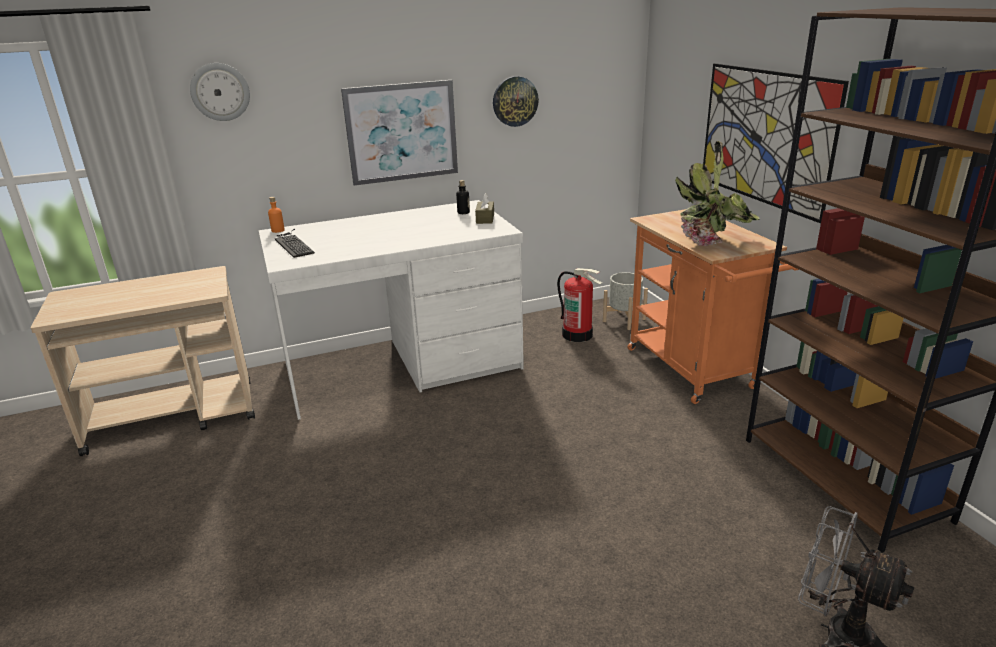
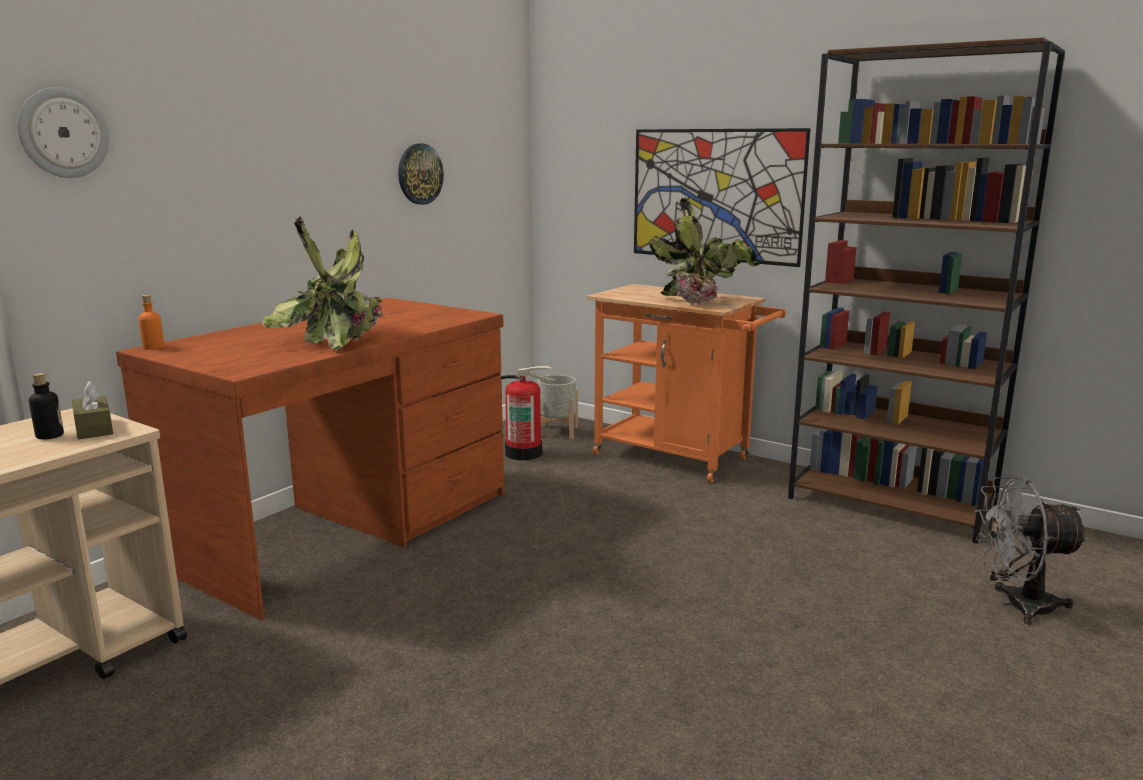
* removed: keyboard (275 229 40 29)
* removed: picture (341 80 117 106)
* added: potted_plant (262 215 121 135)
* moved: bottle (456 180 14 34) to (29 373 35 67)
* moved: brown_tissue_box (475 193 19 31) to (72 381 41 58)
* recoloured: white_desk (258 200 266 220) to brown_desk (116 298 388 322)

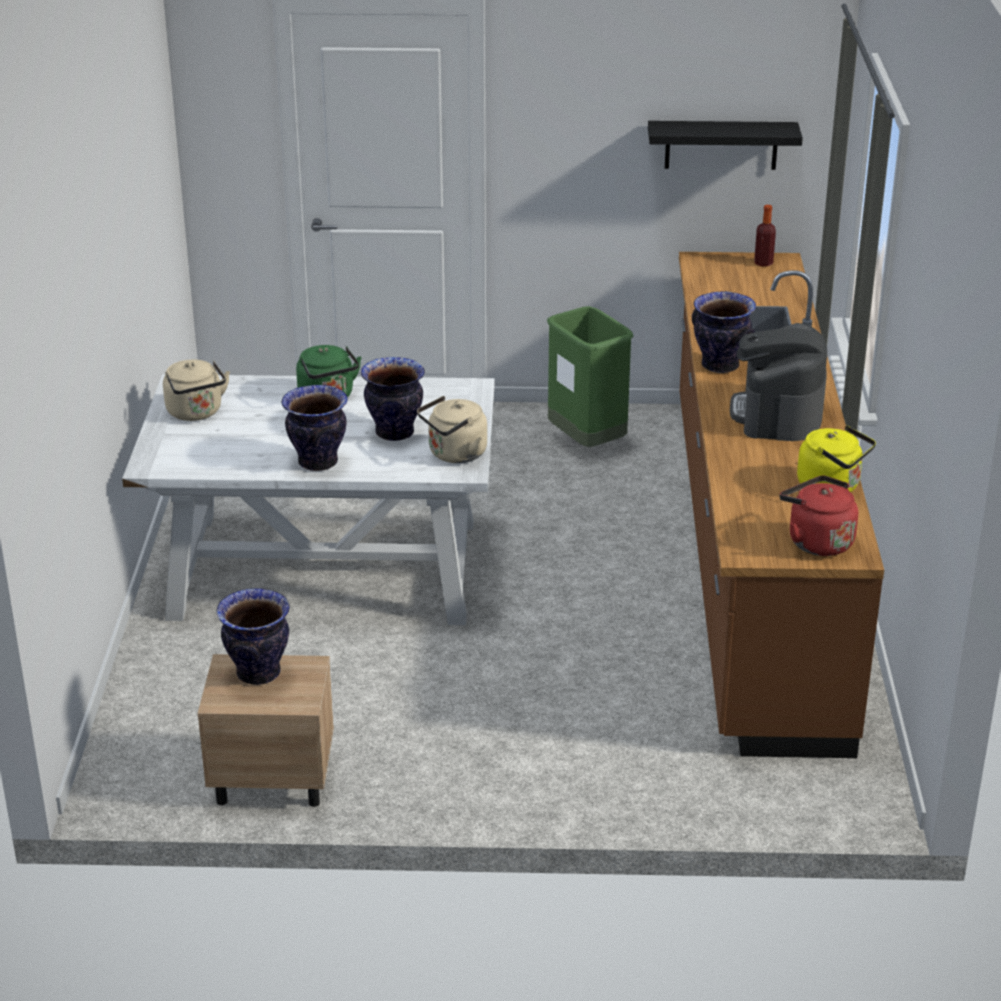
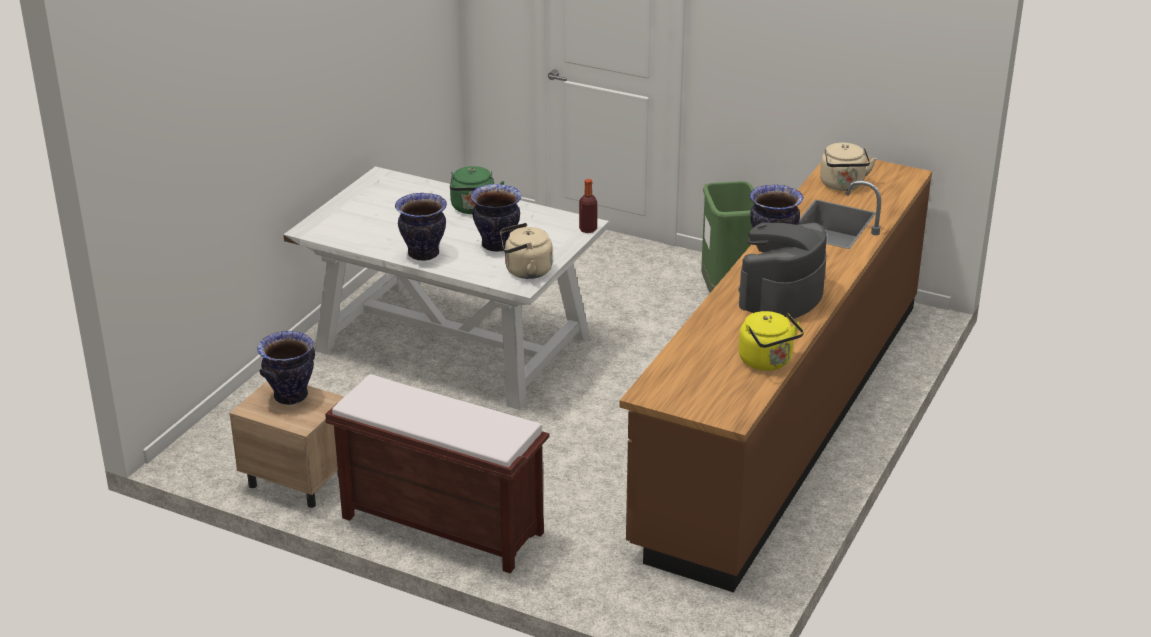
* removed: black_shelf (648 121 155 49)
* removed: red_kettle (780 476 78 80)
* added: brown_bench (325 374 224 199)
* moved: beige_kettle (163 360 67 61) to (820 143 56 48)
* moved: bottle (754 205 22 62) to (579 179 18 54)

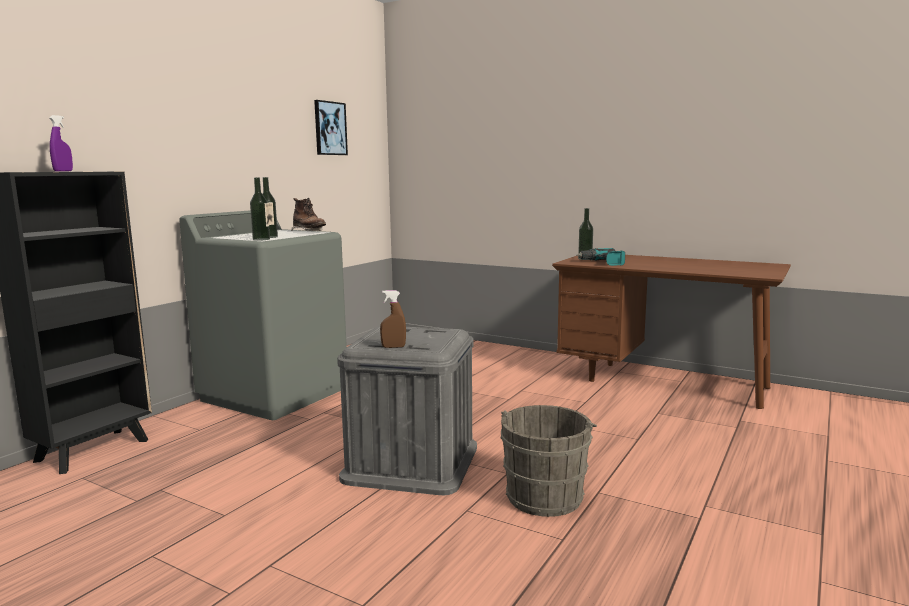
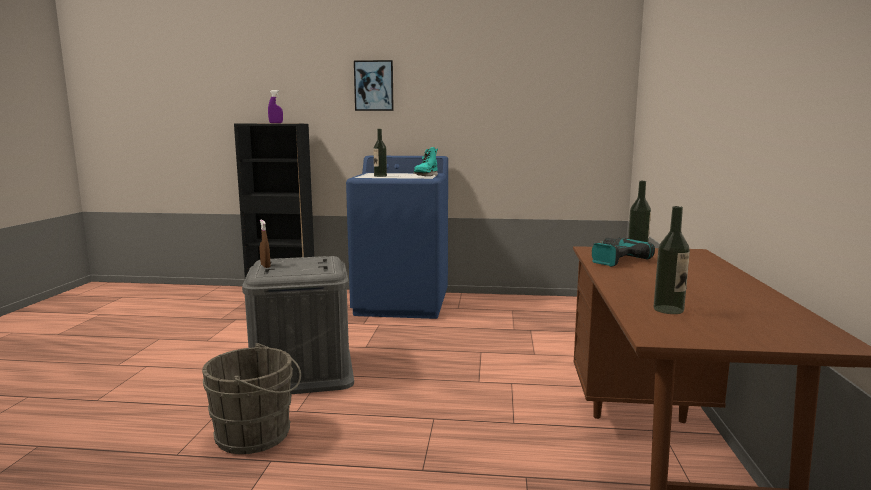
* moved: bottle (250 177 20 64) to (653 206 37 108)
* moved: picture (314 100 34 55) to (354 60 40 51)
* recoloured: grey_washing_machine (179 210 168 210) to blue_washing_machine (346 156 102 163)
* recoloured: brown_boot (292 198 34 33) to turquoise_boot (413 147 25 29)

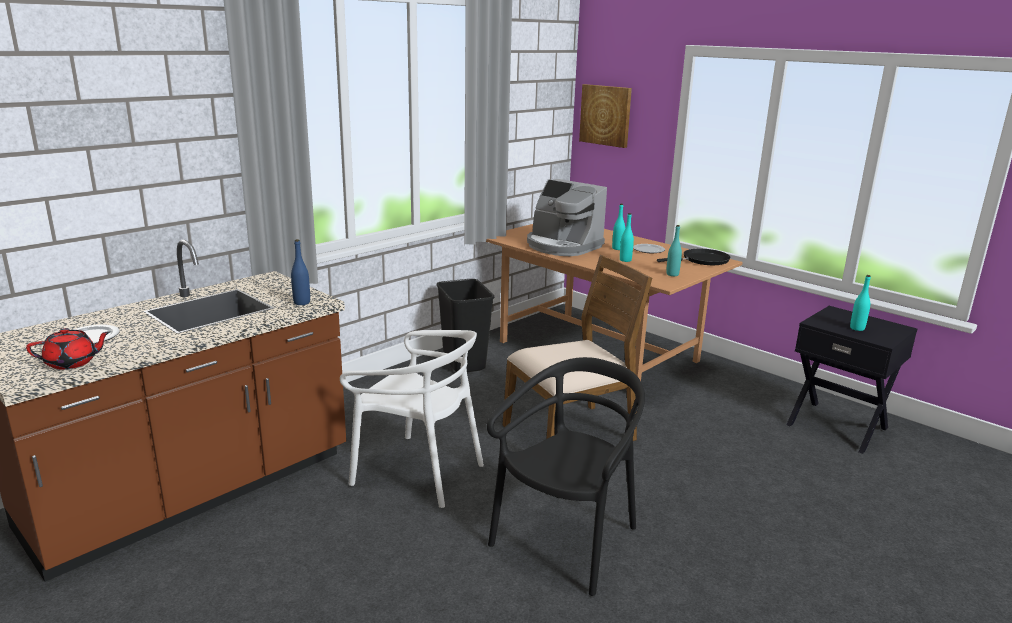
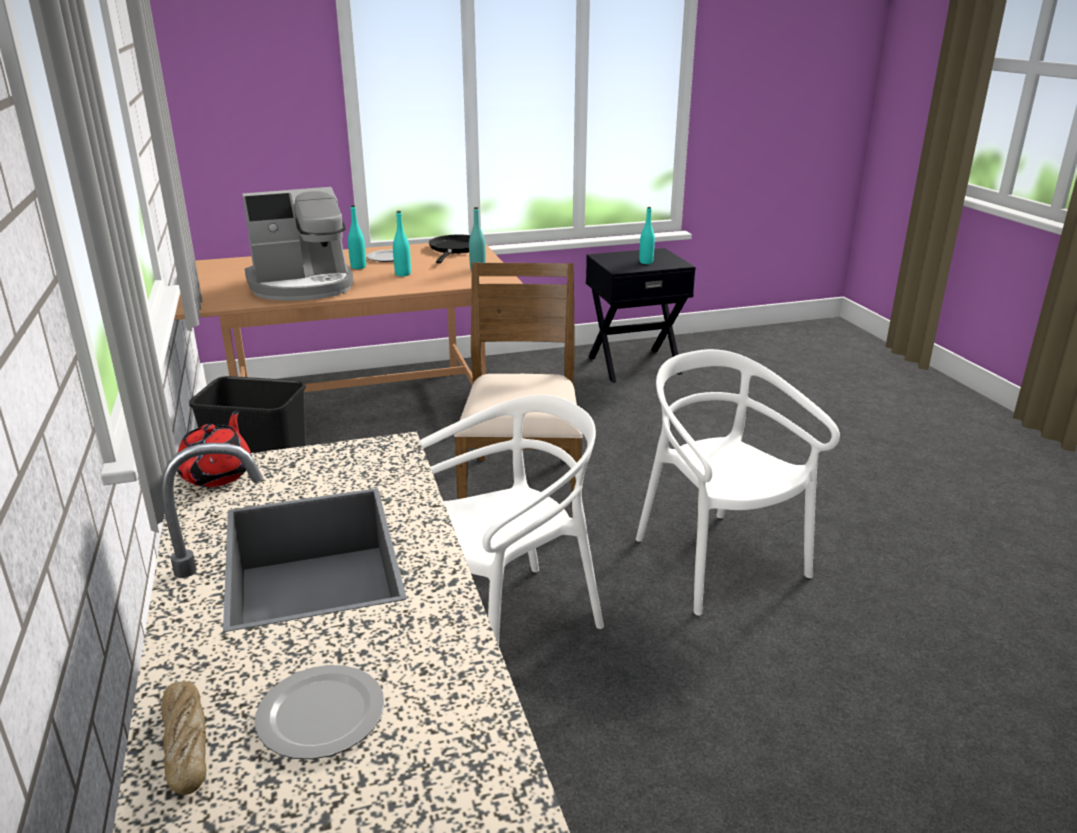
* removed: blue_bottle (291 239 19 66)
* removed: picture (579 84 53 64)
* added: bread (161 681 45 114)
* moved: red_teapot (26 328 85 42) to (177 410 75 77)
* recoloured: black_chair (487 357 158 239) to white_chair (636 349 204 267)

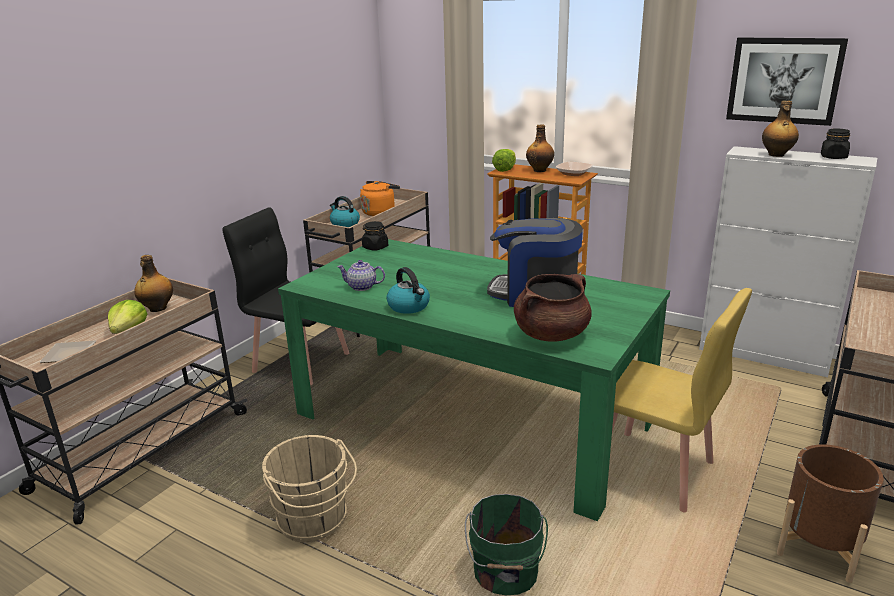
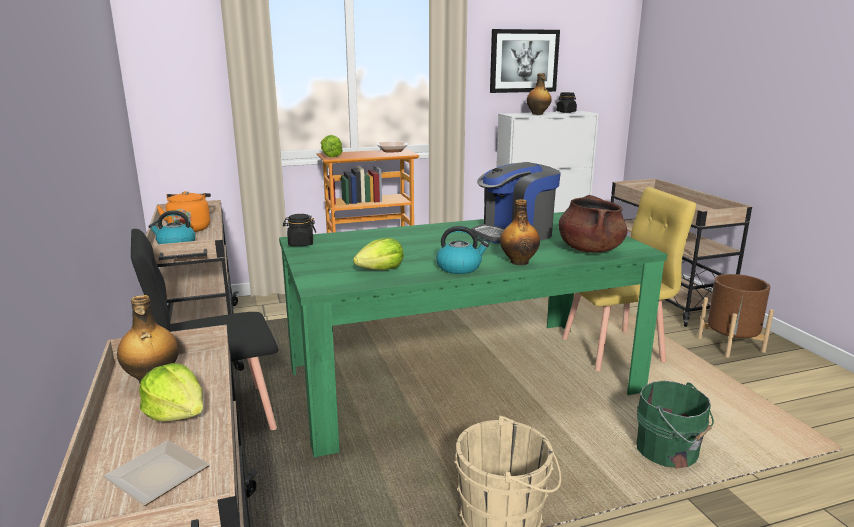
* moved: bottle (526 124 28 48) to (500 199 40 66)
* replaced: teapot (337 260 48 31) to lettuce (353 238 51 32)

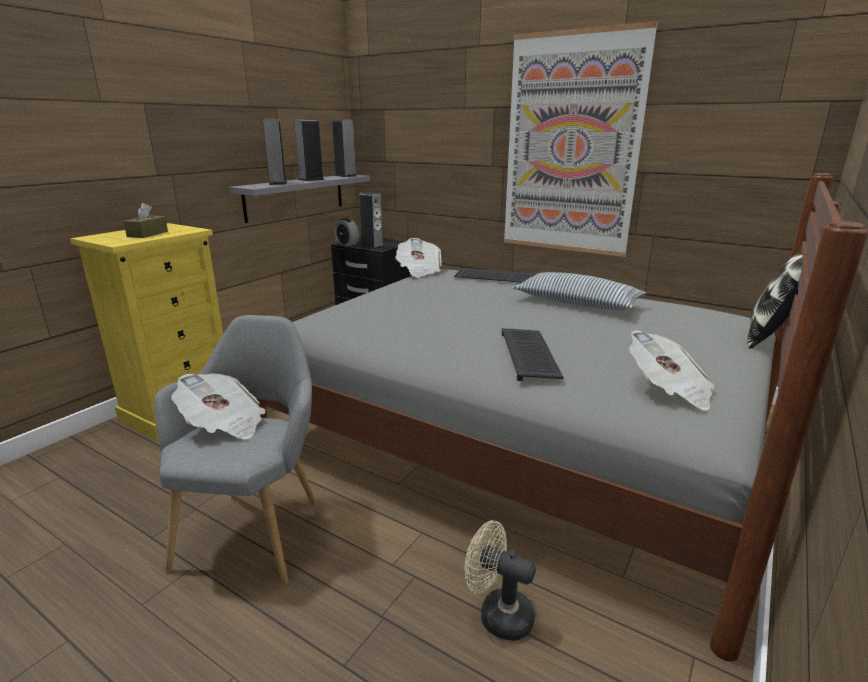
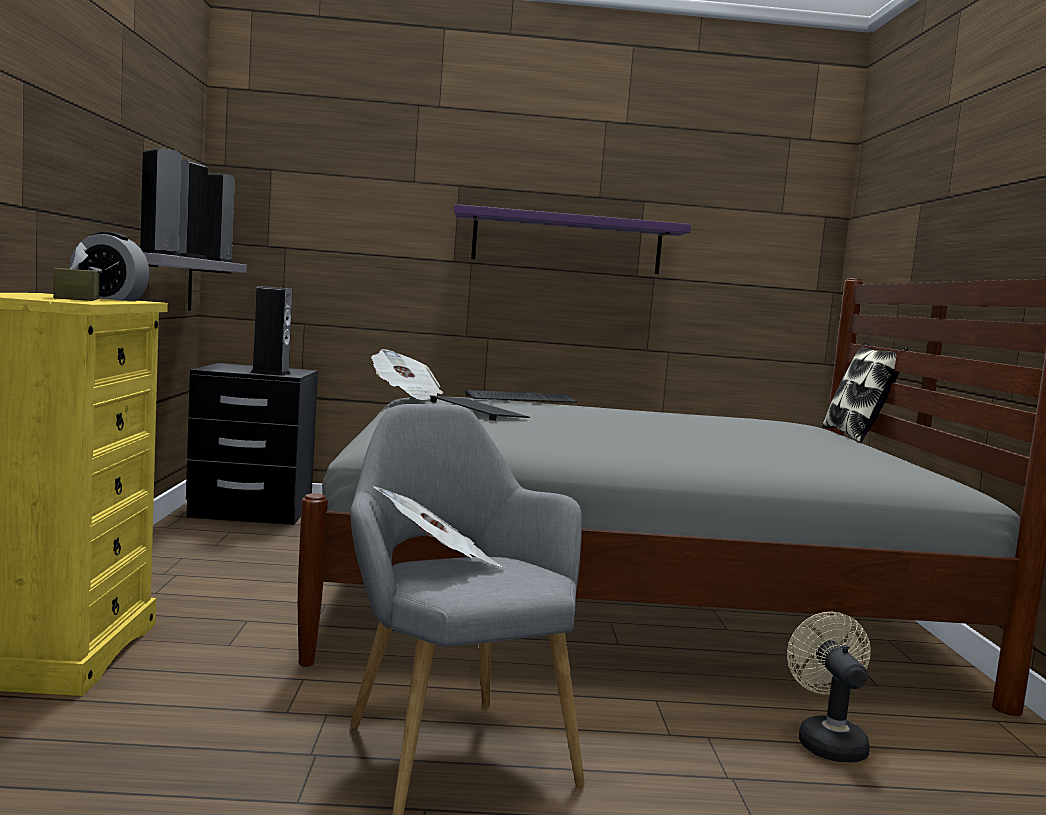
* removed: pillow (513 272 134 38)
* removed: newspaper (629 330 85 81)
* moved: alarm_clock (334 218 25 28) to (69 232 80 69)
* moved: keyboard (502 328 62 53) to (430 395 100 26)
* replaced: picture (504 21 154 236) to purple_shelf (454 204 237 70)
* turned: beige_fan (465 520 71 121) = (787 612 84 150) 90 degrees clockwise

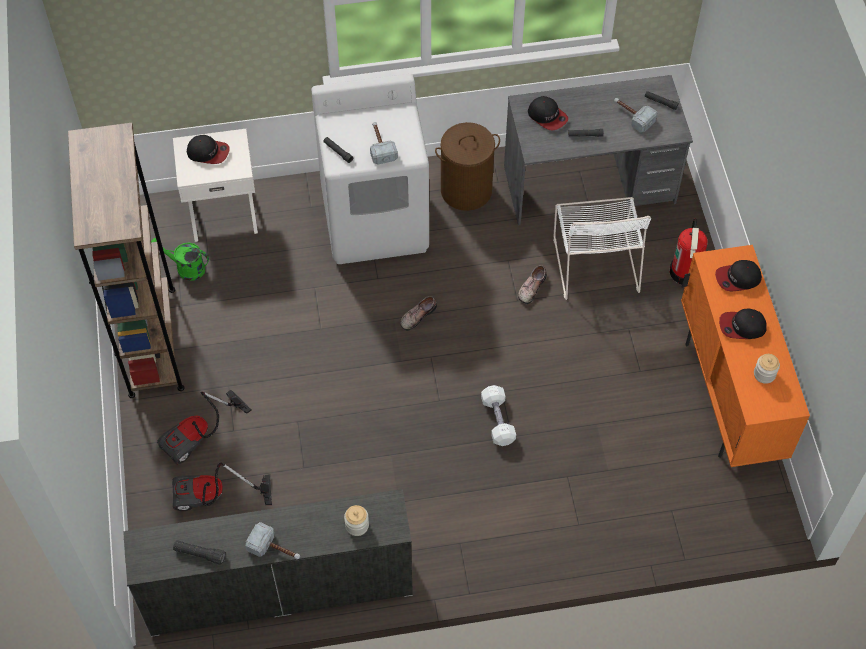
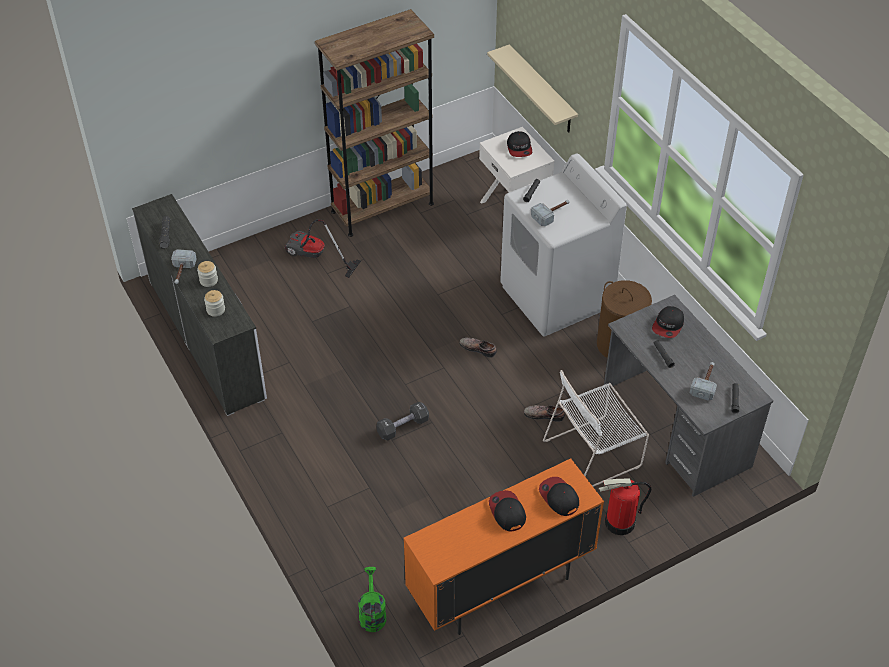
* removed: vacuum_cleaner (172 463 100 48)
* added: beige_shelf (487 44 91 88)
* moved: green_watering_can (151 238 58 43) to (358 567 28 65)
* moved: jar (754 354 26 30) to (197 261 21 26)
* recoloured: white_dumbbell (481 385 35 61) to black_dumbbell (376 402 53 38)

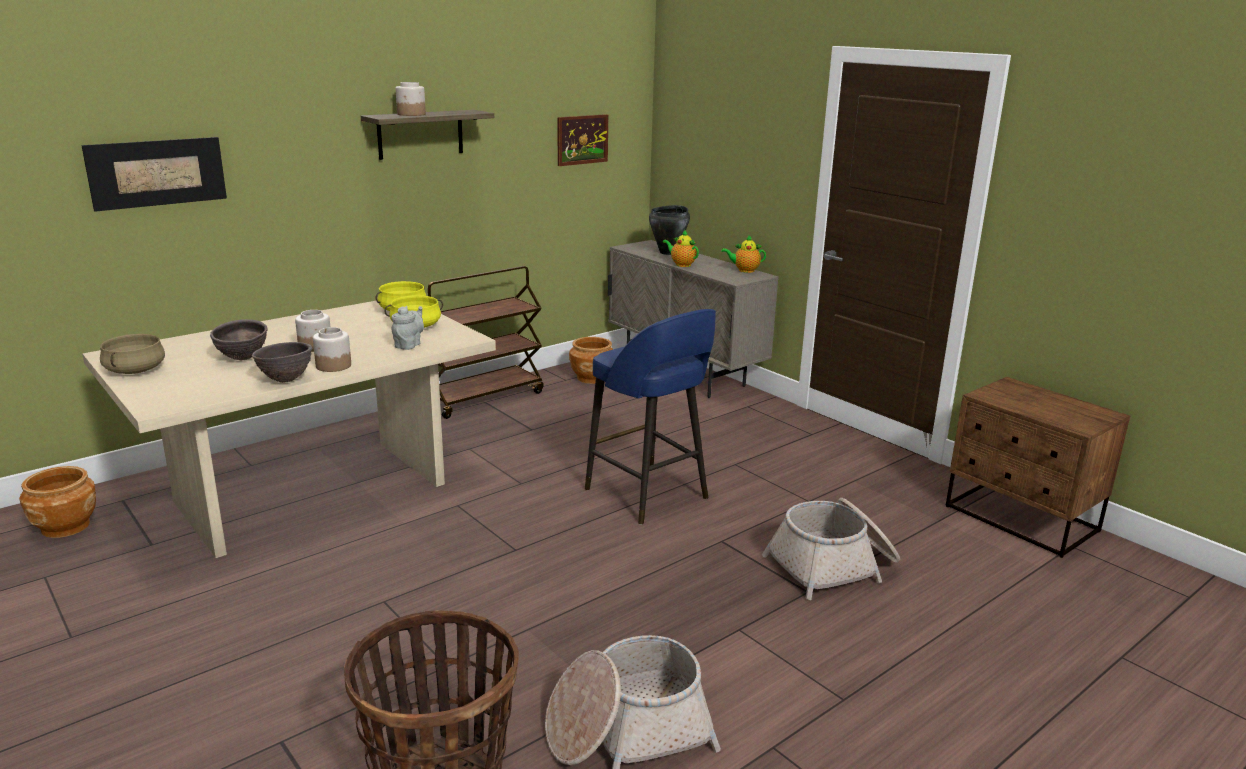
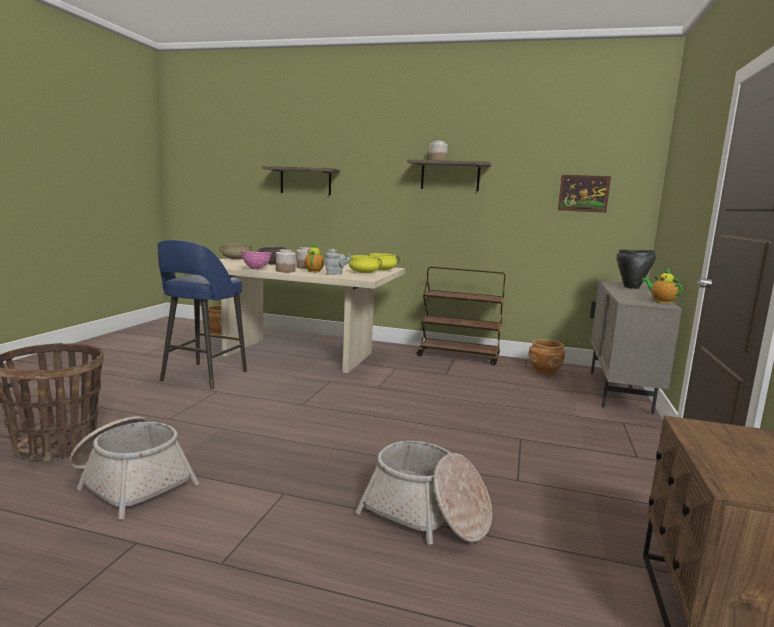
* moved: blue_stool (585 309 131 216) to (158 240 89 150)
* moved: teapot (662 230 37 37) to (304 243 20 29)
* replaced: picture (81 137 146 75) to shelf (262 166 78 29)
* recoloured: brown_bowl (251 342 61 41) to pink_bowl (240 251 32 19)

